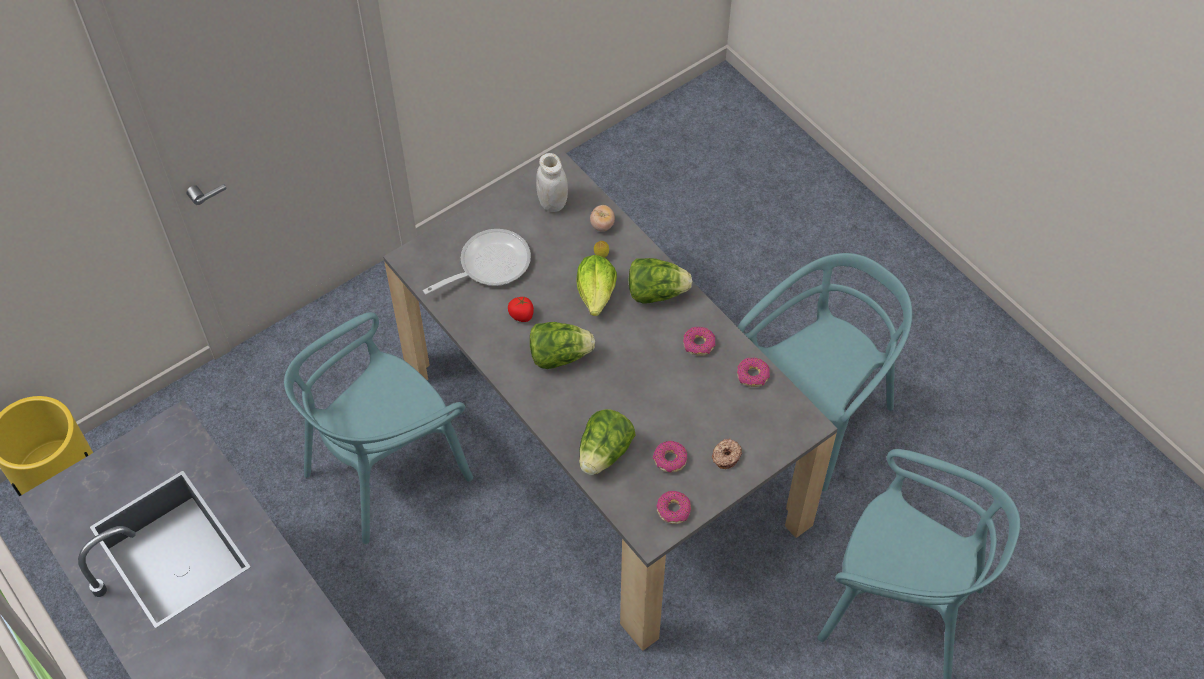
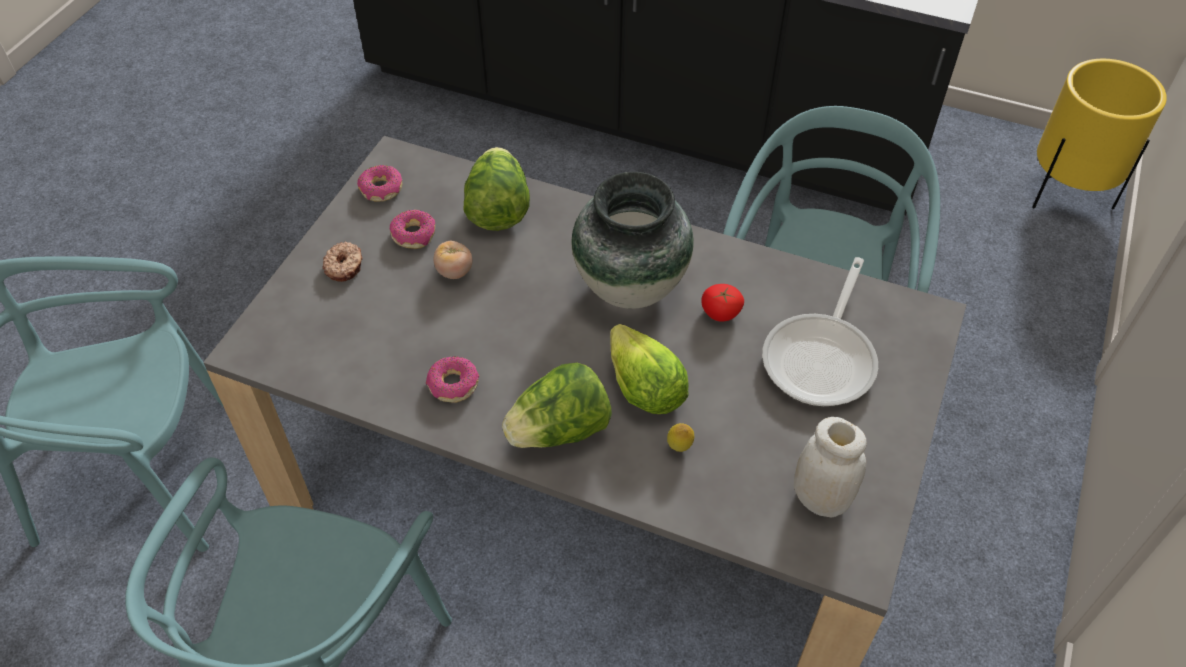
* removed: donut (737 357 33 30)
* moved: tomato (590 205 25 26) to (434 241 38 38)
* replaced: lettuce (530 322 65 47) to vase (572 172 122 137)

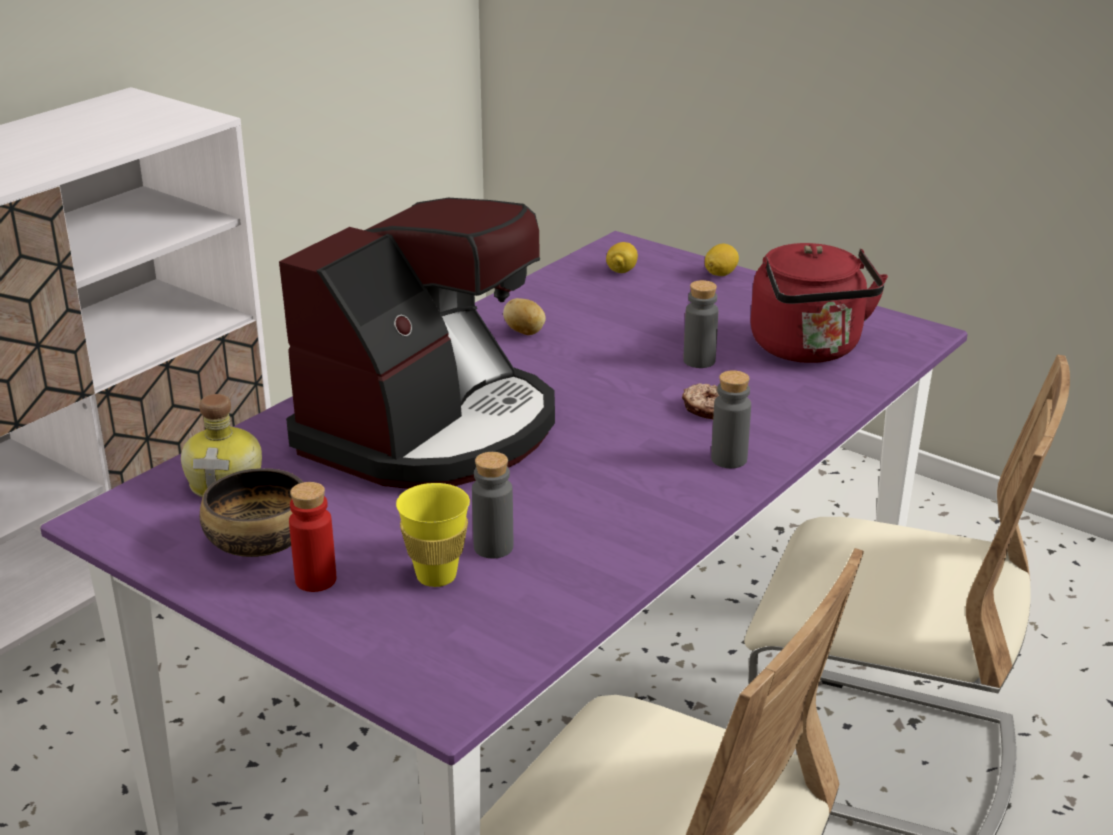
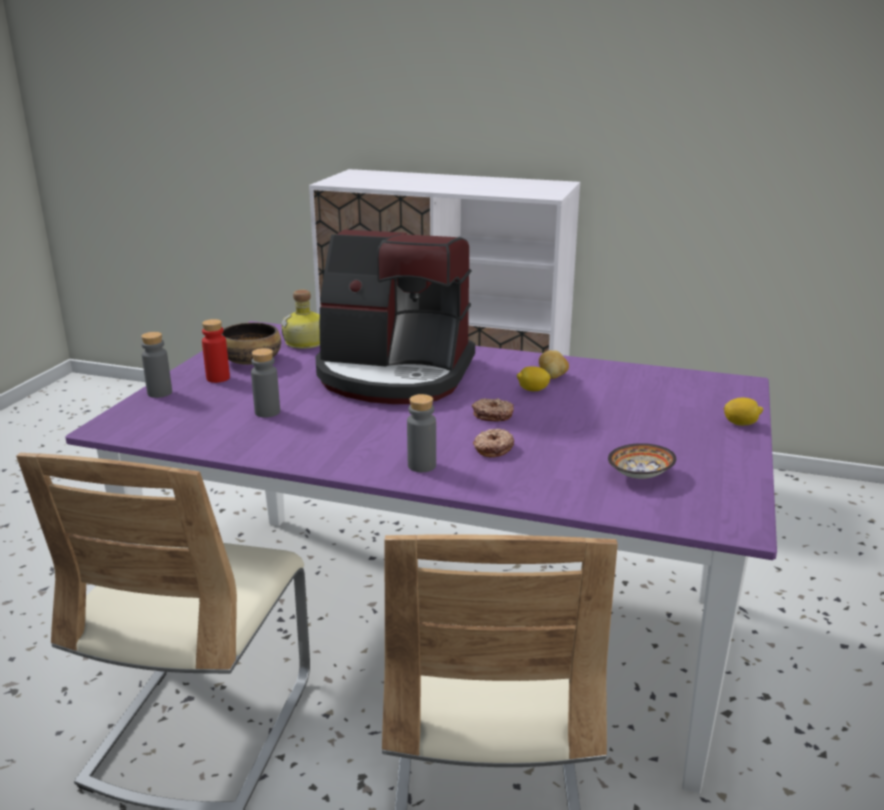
* removed: yellow_cup (396 483 74 104)
* added: donut (472 398 42 24)
* moved: lemon (606 242 32 31) to (517 366 34 25)
* moved: grey_bottle (683 280 35 88) to (141 332 31 66)
* replaced: red_kettle (750 243 138 120) to bowl (608 443 68 36)

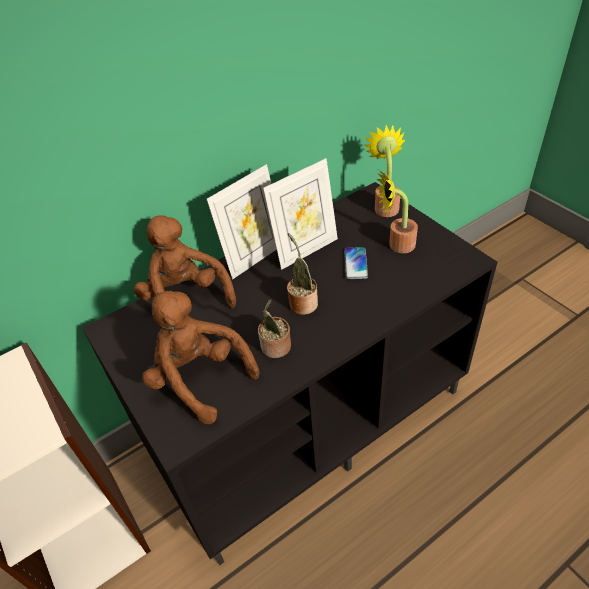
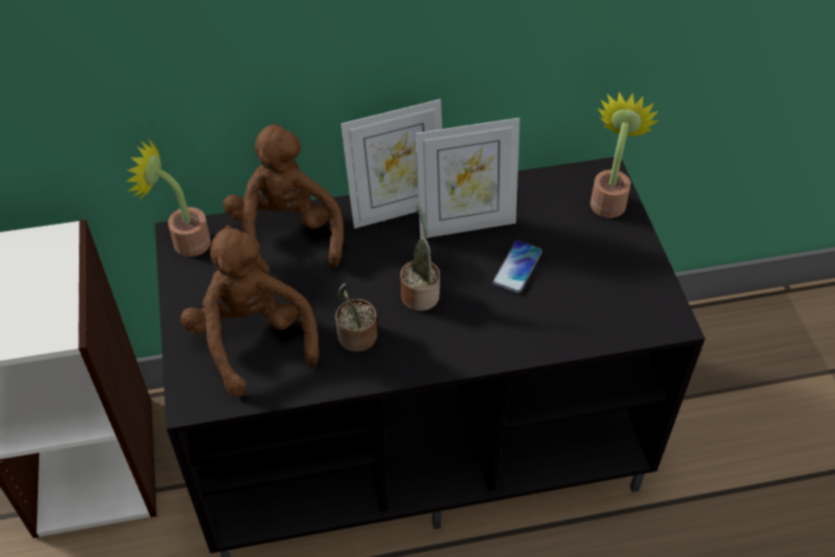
* moved: potted_plant (376 170 42 83) to (127 138 84 119)

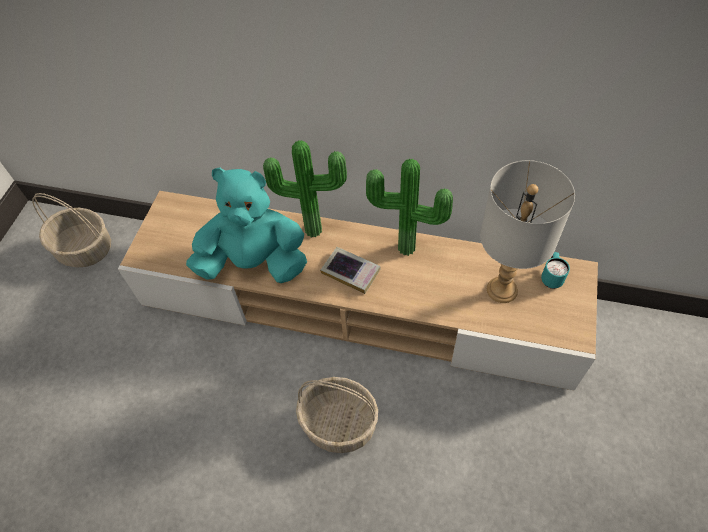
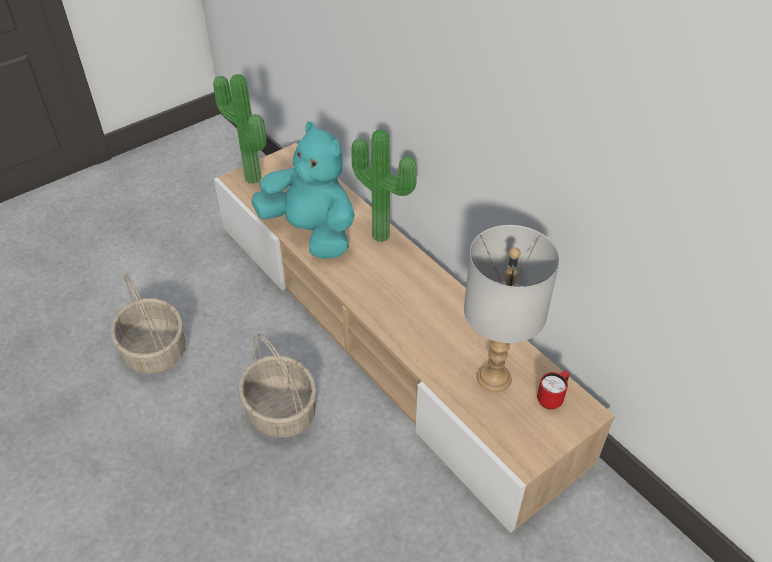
* removed: book (320 247 61 47)
* moved: basket (32 193 79 74) to (110 273 75 101)
* moved: potted_plant (366 159 87 97) to (213 74 54 110)
* recoloured: turquoise_mug (541 252 29 37) to red_mug (537 370 33 40)

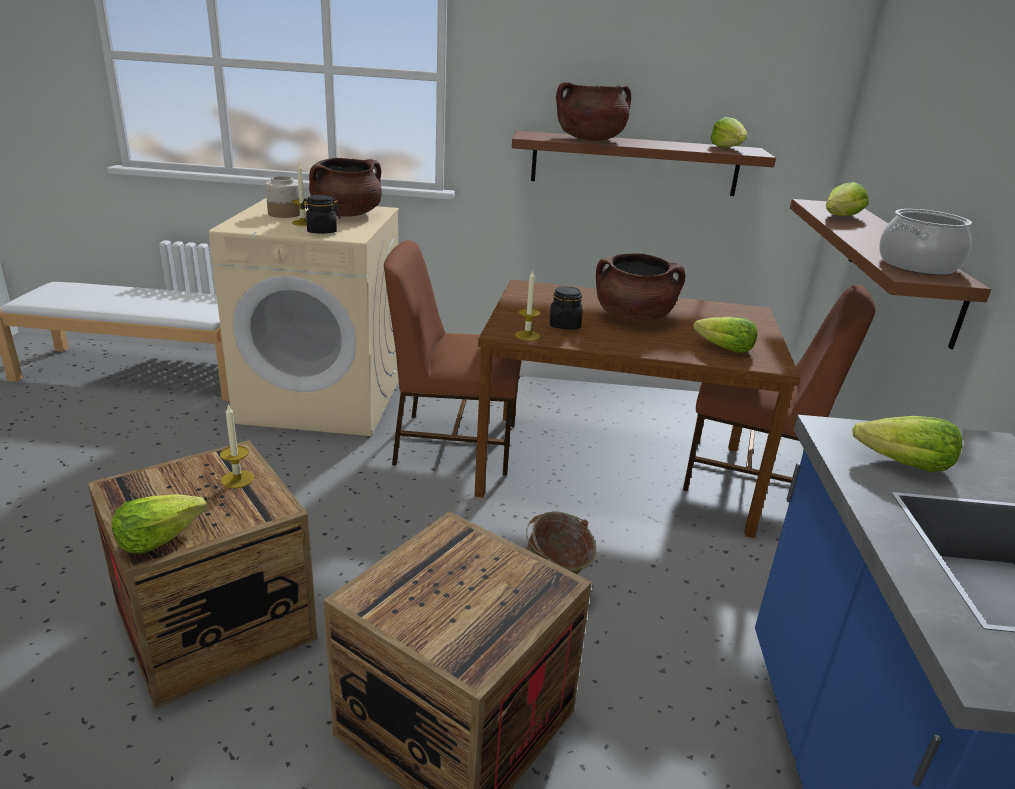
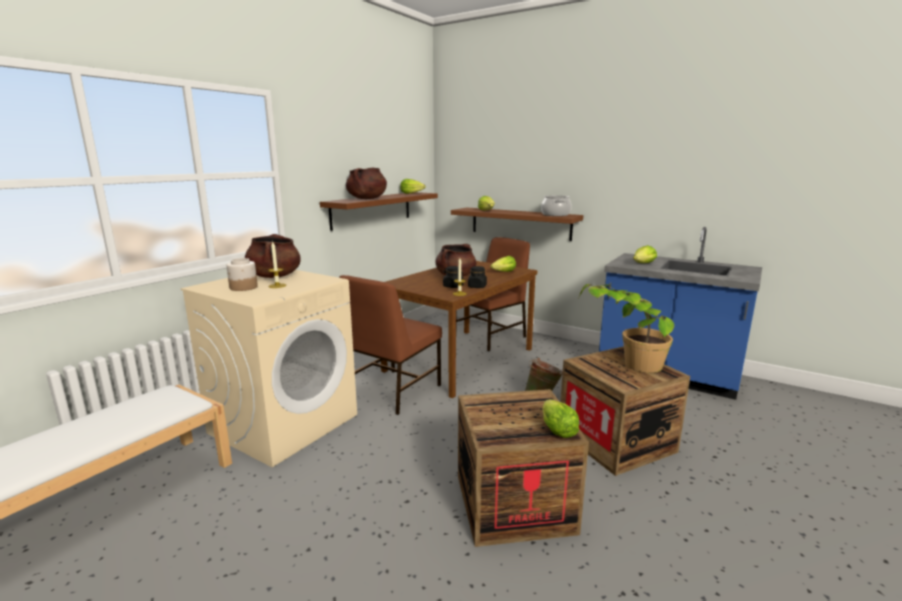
* removed: candle (220 404 34 84)
* added: potted_plant (578 284 96 89)
* moved: black_jar (301 195 39 39) to (468 266 19 22)

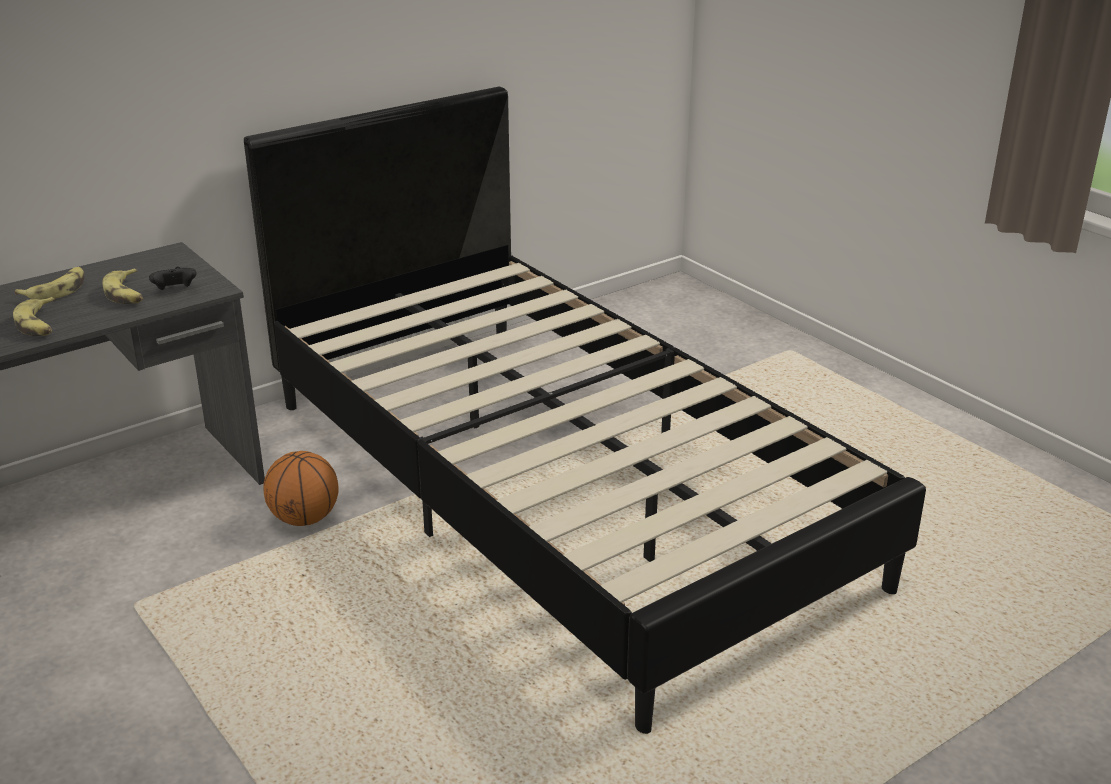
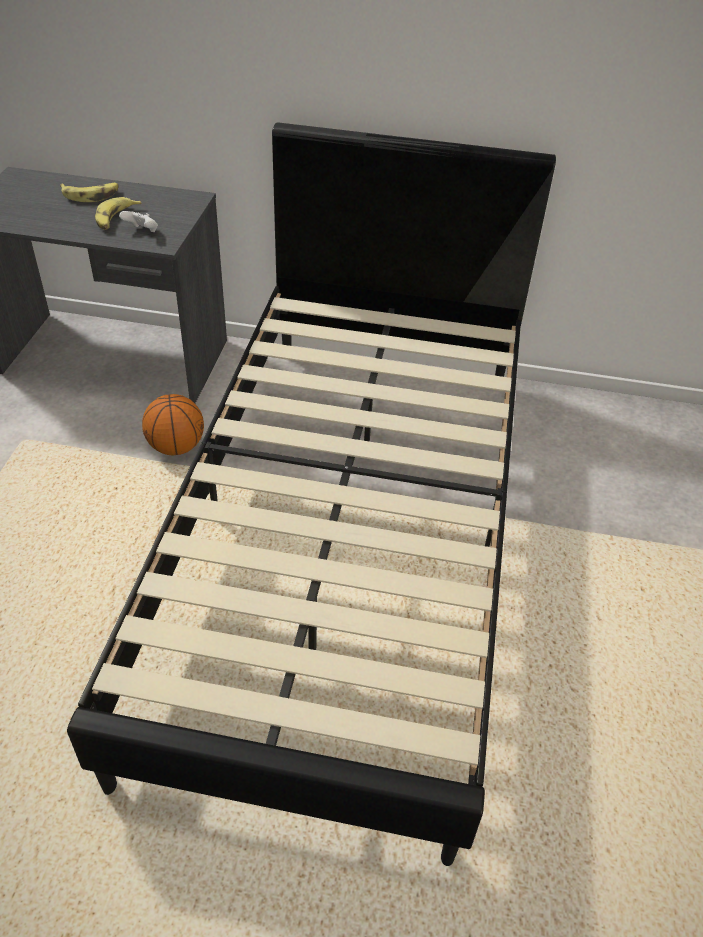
* removed: banana (13 297 42 39)
* recoloured: black_game_controller (149 267 48 23) to white_game_controller (119 211 39 21)

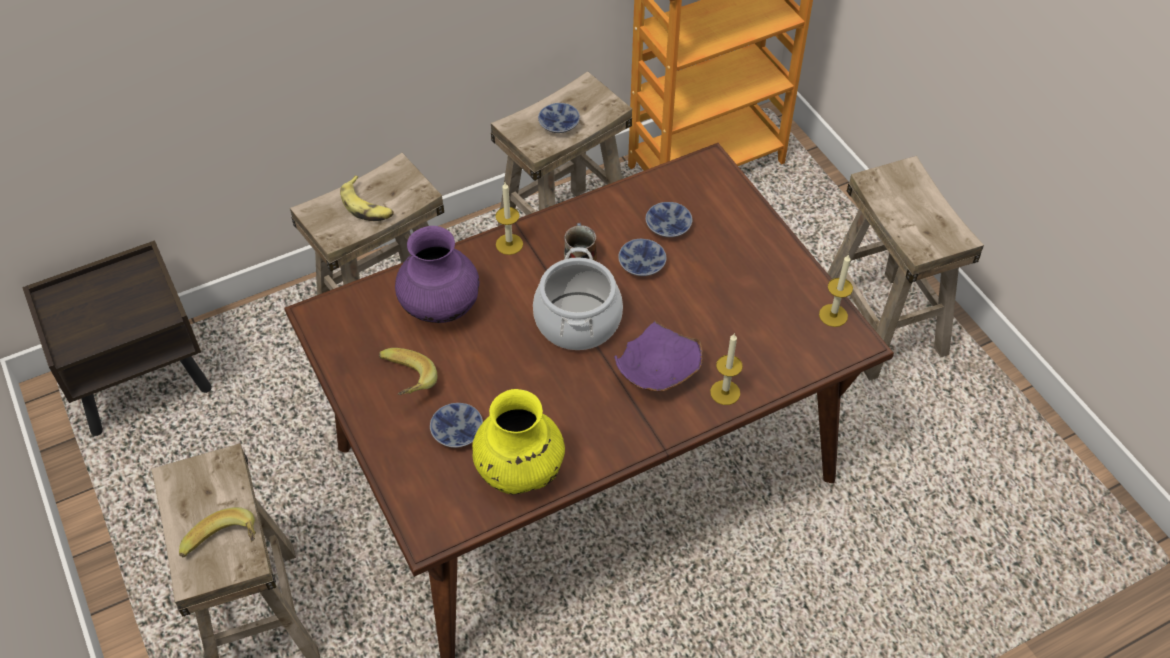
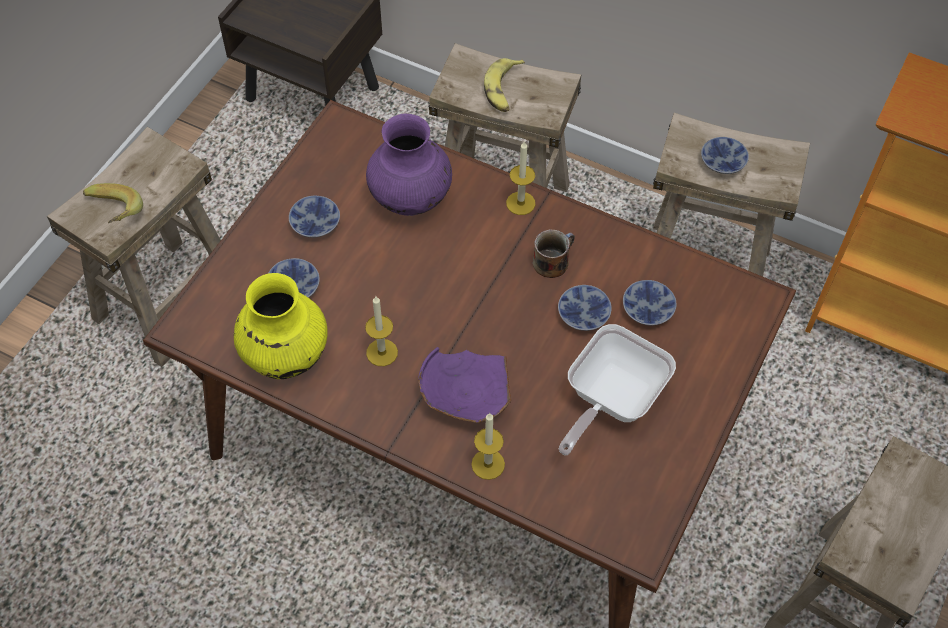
* removed: cooking_pot (533 247 90 103)
* added: frying_pan (559 324 117 132)
* moved: candle (819 254 34 73) to (365 296 33 70)
* replaced: banana (379 348 58 47) to bowl (289 196 51 42)

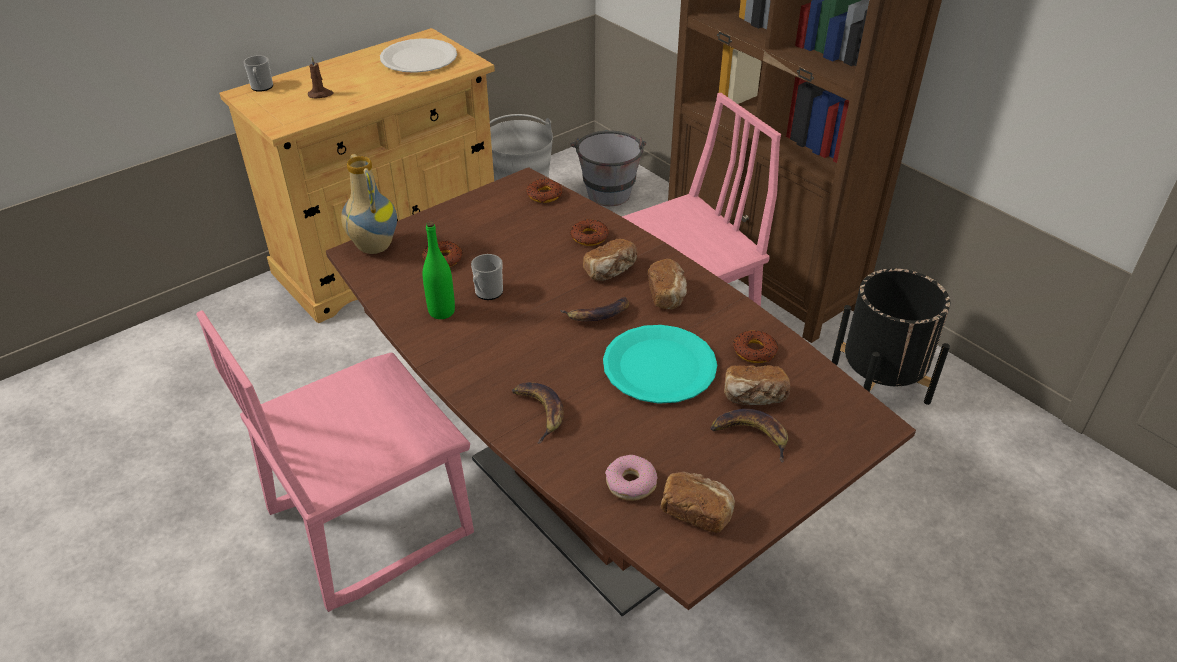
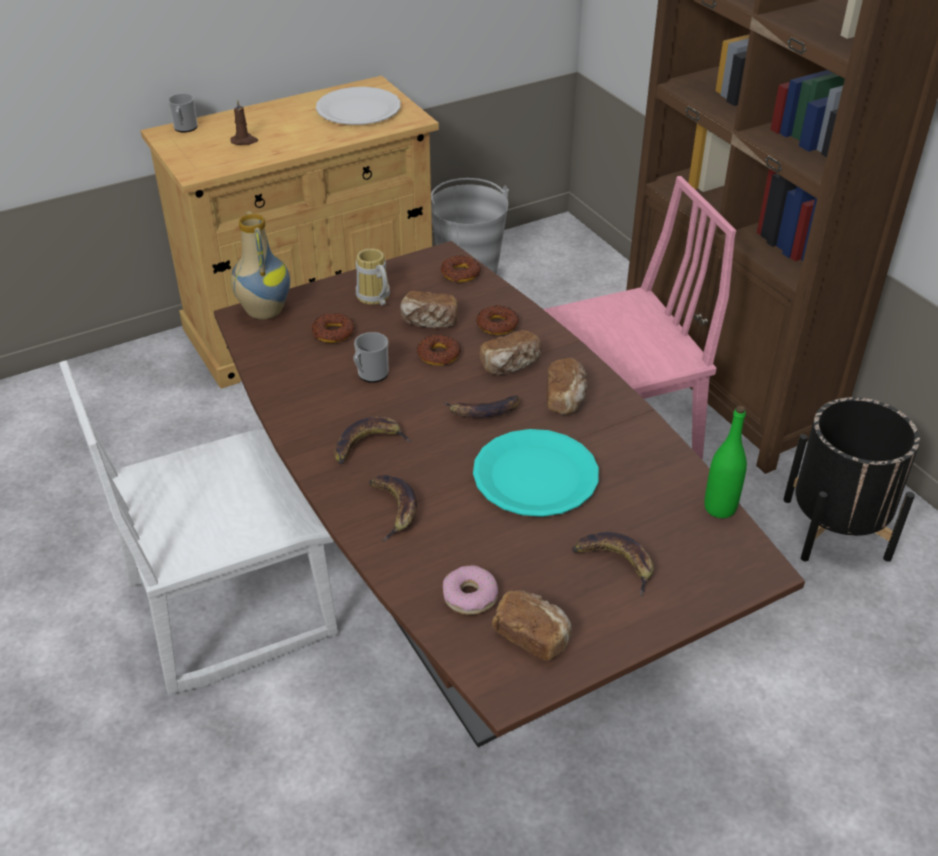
* removed: grey_bucket (570 130 76 76)
* added: banana (334 416 78 48)
* added: mug (356 248 34 57)
* moved: green_bottle (423 221 32 98) to (704 406 43 112)
* moved: bread (724 365 66 40) to (400 291 57 37)
* moved: donut (733 330 45 33) to (417 335 44 31)
* recoloured: pink_chair (196 310 278 302) to white_chair (59 360 279 335)

